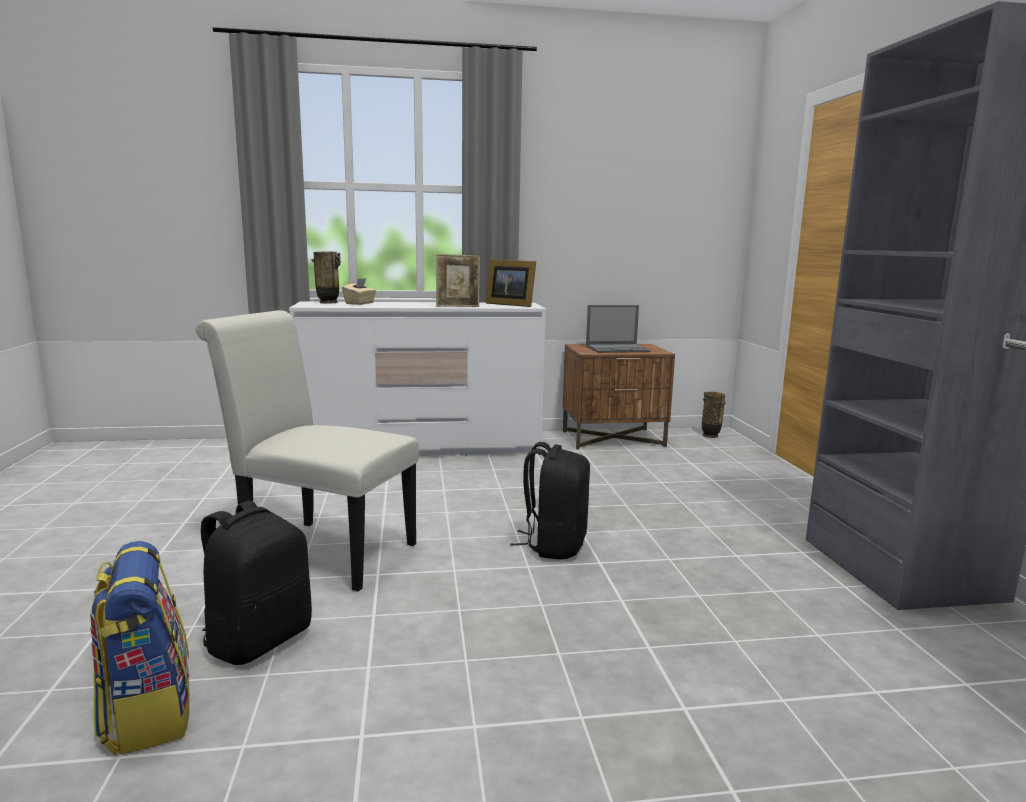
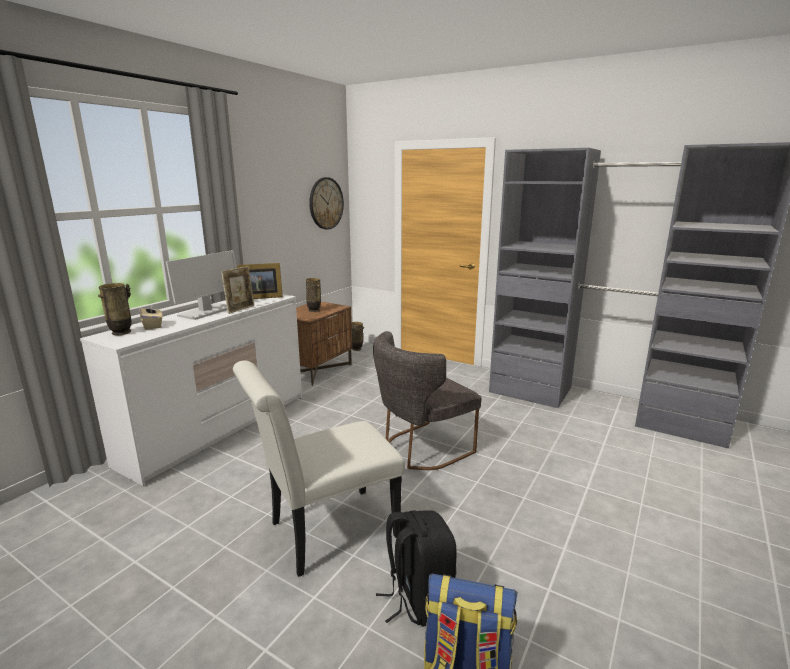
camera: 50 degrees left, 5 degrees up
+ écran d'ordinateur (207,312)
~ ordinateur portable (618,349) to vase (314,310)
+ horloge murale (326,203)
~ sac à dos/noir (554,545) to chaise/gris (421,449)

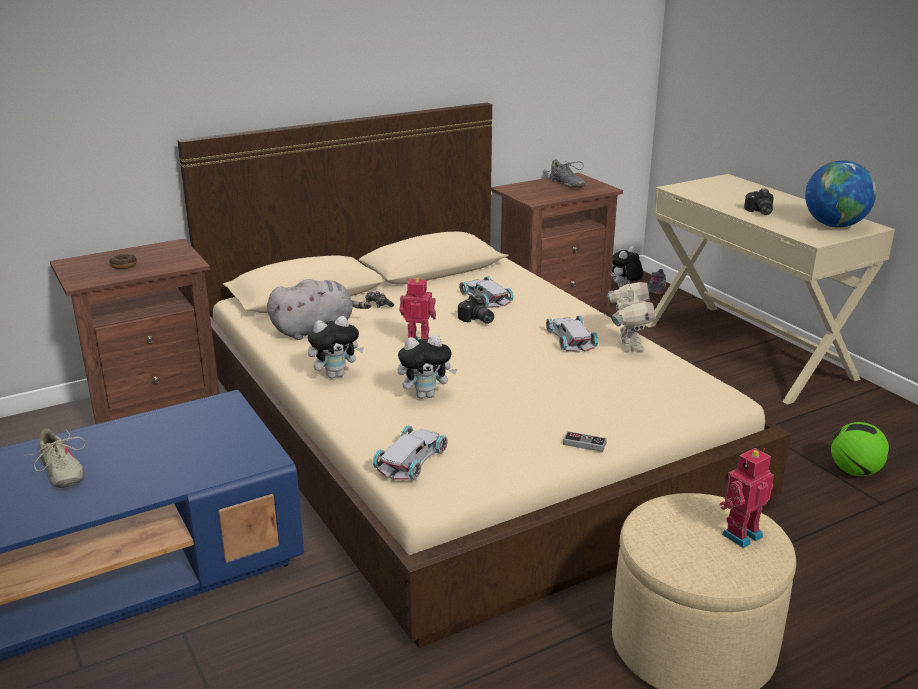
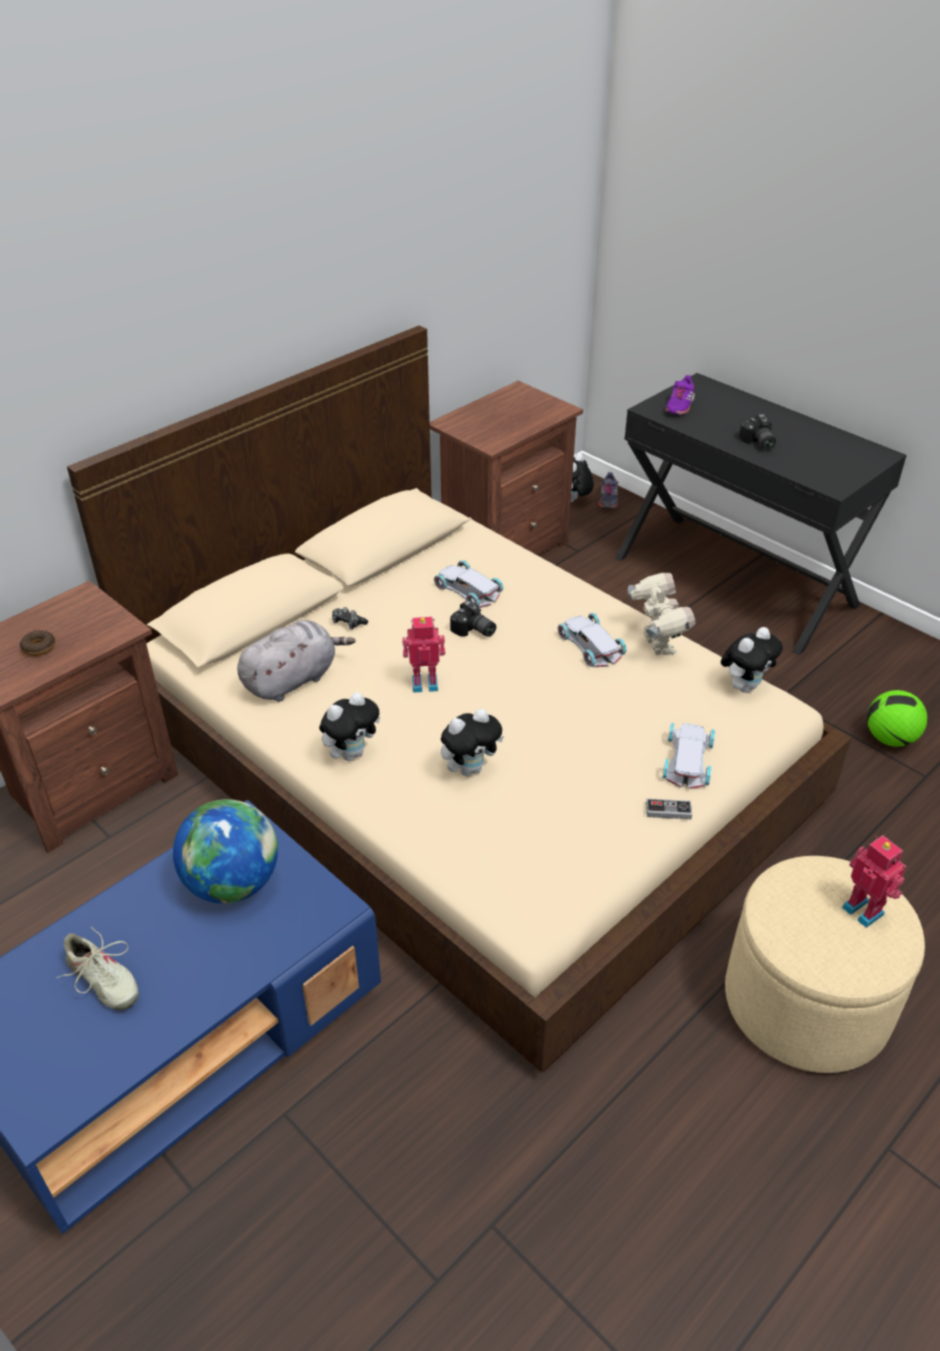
camera: 15 degrees left, 15 degrees up
~ globe (834,225) to (233,883)
~ bureau/beige (748,350) to bureau/noir (735,580)
~ petite voiture/blanc (412,459) to (689,759)
+ chaussure/violet (679,406)
+ peluche (744,686)
~ robot jouet (740,534) = (864,909) 105 degrees clockwise
- chaussure/gris (566,184)

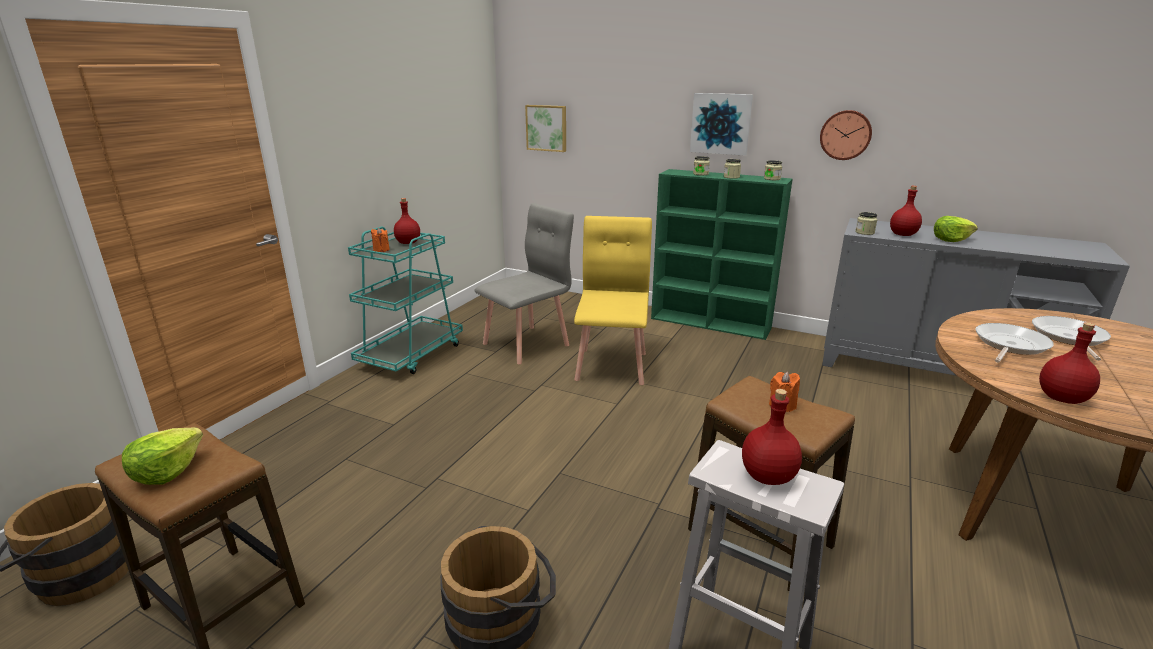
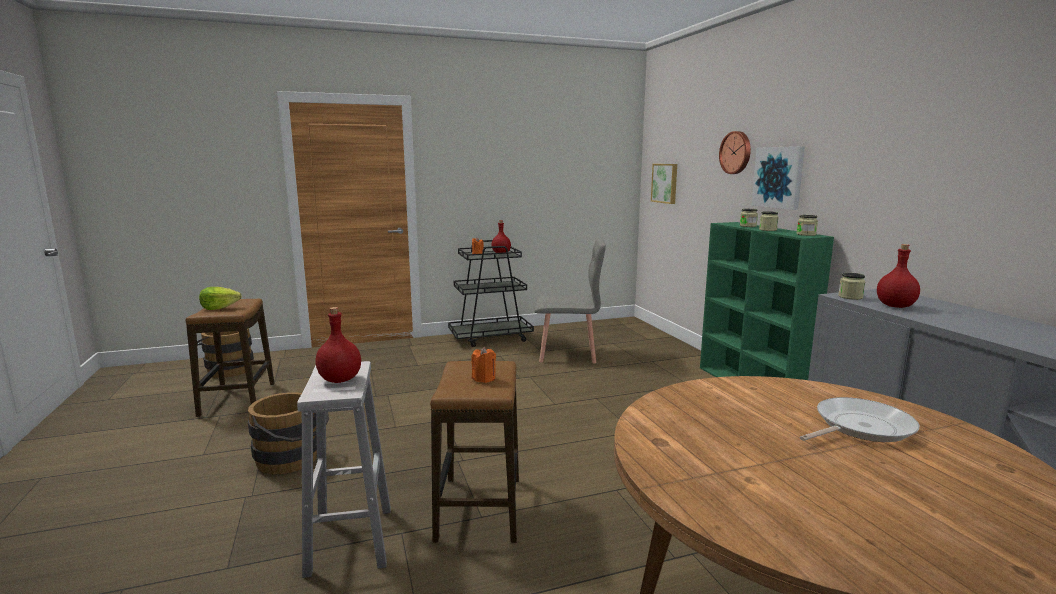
camera: 45 degrees right, 10 degrees down
~ chariot/turquoise (411,354) to chariot/noir (491,338)
~ horloge murale (845,135) to (736,152)
- chaise/jaune (612,366)
- laitue (951,240)
- poêle (1009,345)
- bouteille/rouge (1061,398)

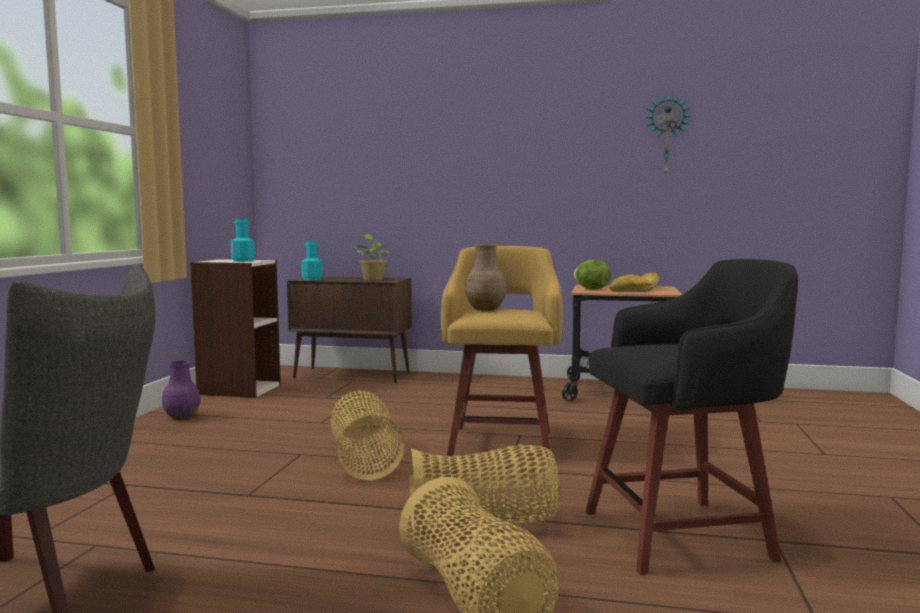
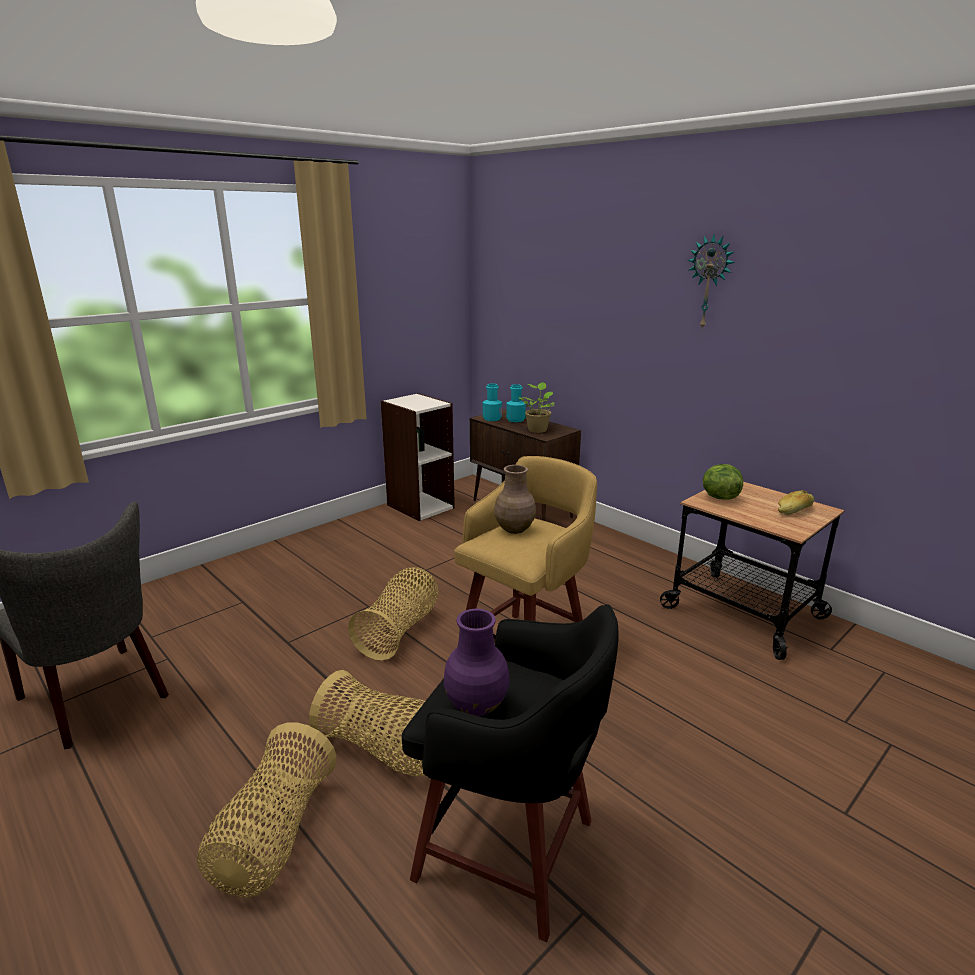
camera: 35 degrees right, 15 degrees up
~ vase/violet (181,417) to (476,704)
~ bouteille/turquoise (243,261) to (515,420)
~ horloge murale (667,135) to (710,282)
- pain (631,291)

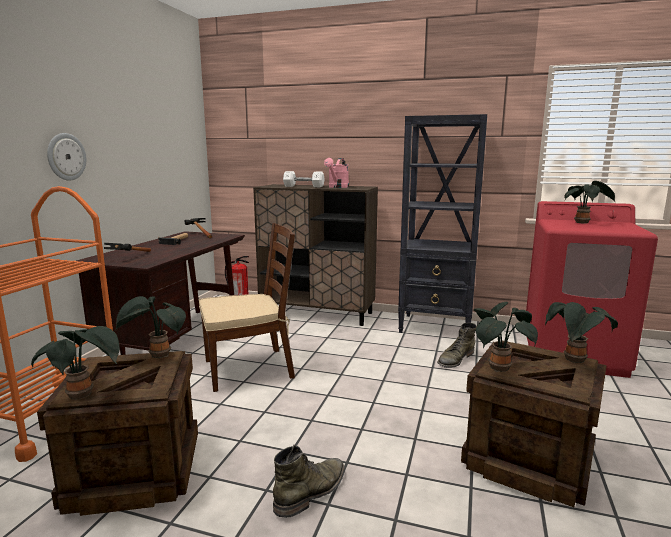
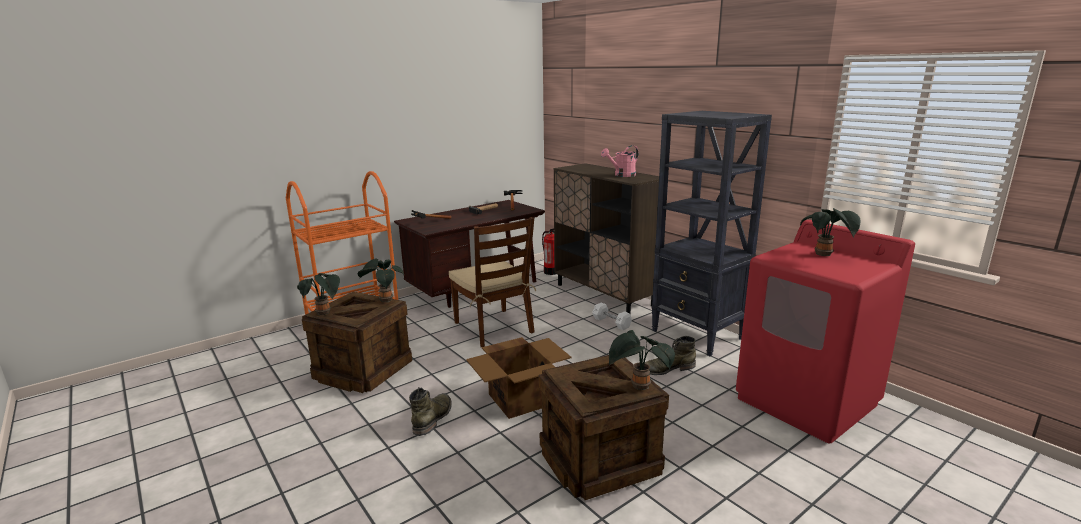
camera: 35 degrees right, 5 degrees up
~ botte/vert (311,491) = (433,418) 60 degrees counterclockwise
~ chaise/marron (249,368) = (494,328) 45 degrees clockwise
+ carton (521,399)
~ haltère/blanc (303,186) to (611,323)
- horloge murale (66,157)
- plante en pot (497,367)

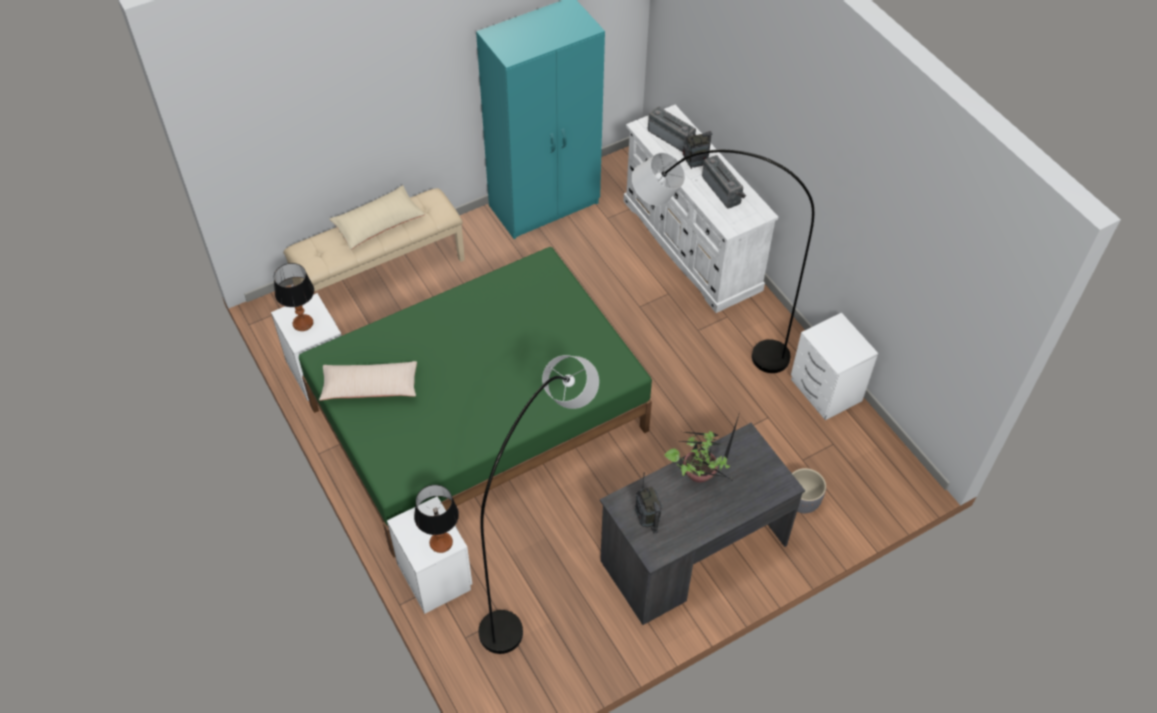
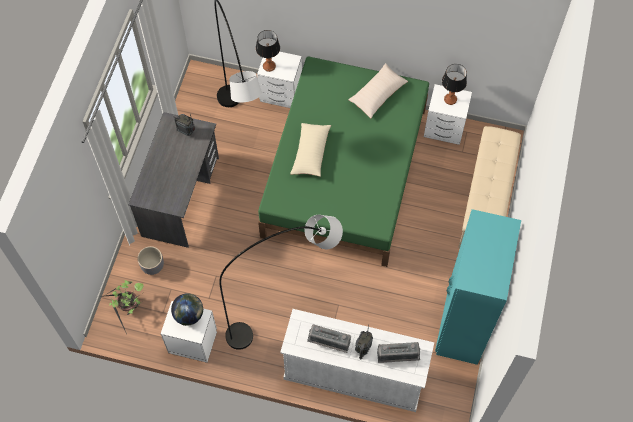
camera: 135 degrees right, 10 degrees up
~ plante en pot (700,472) to (128,306)
+ globe (189,315)
~ coussin/beige (378,224) to (310,153)

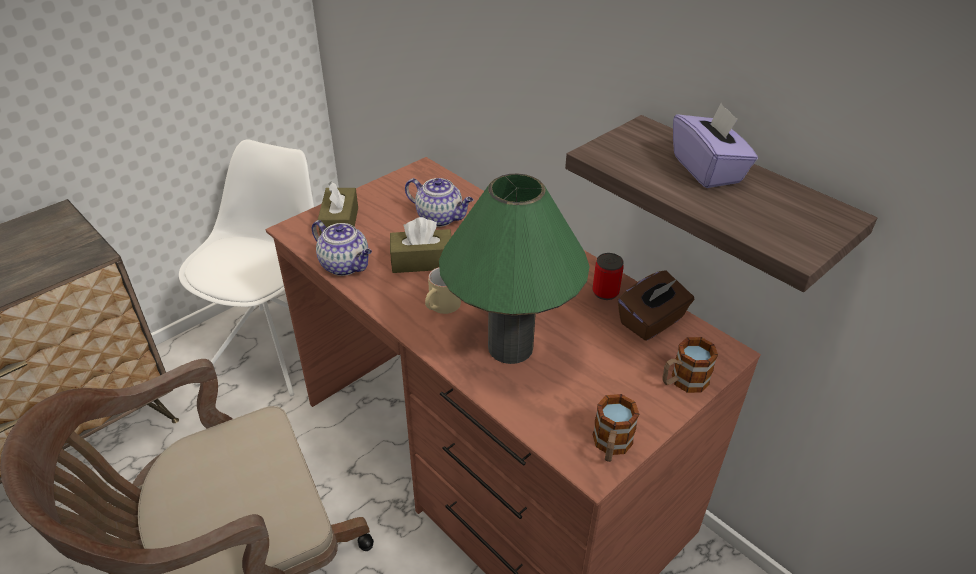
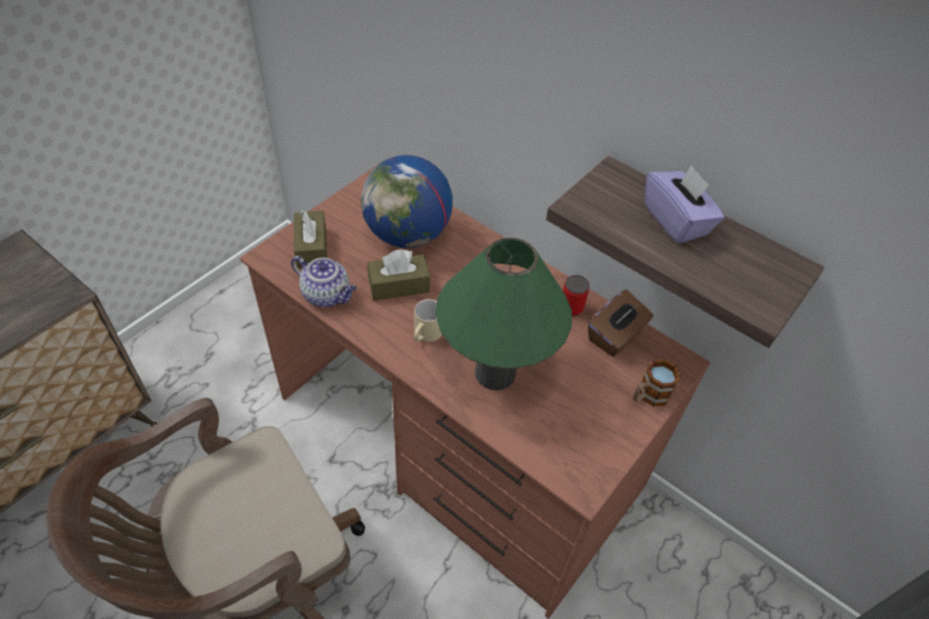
camera: 10 degrees left, 10 degrees up
~ théière (440,218) to globe (407,235)
- chaise/blanc (277,348)
- mug (611,446)

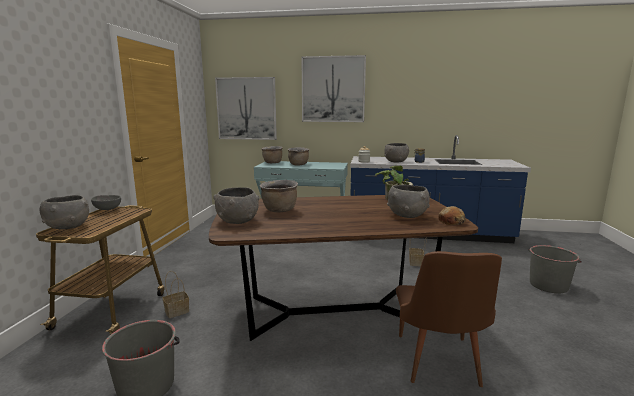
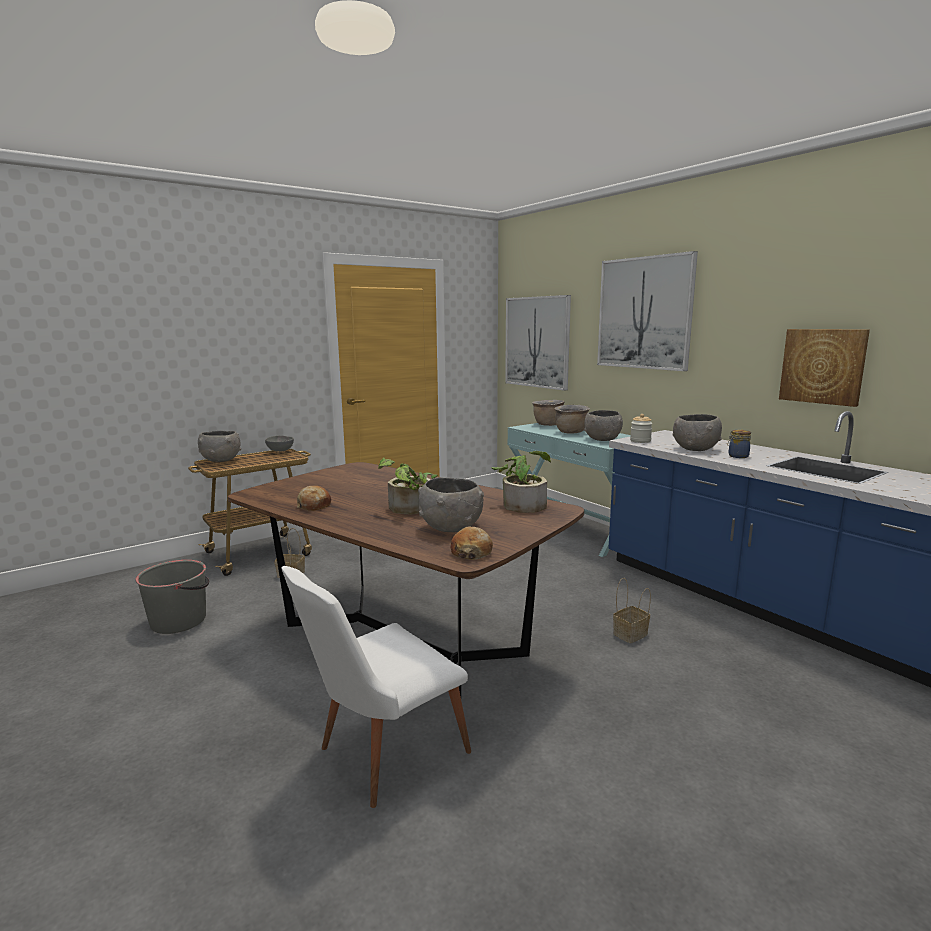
camera: 45 degrees right, 0 degrees up
~ chaise/marron (438,365) to chaise/blanc (380,754)
+ pain (314,505)
+ plante en pot (409,509)
~ bol/gris (237,221) to (602,439)
+ tableau (823,366)
- marmite/marron (279,210)
- seau/gris (548,285)

